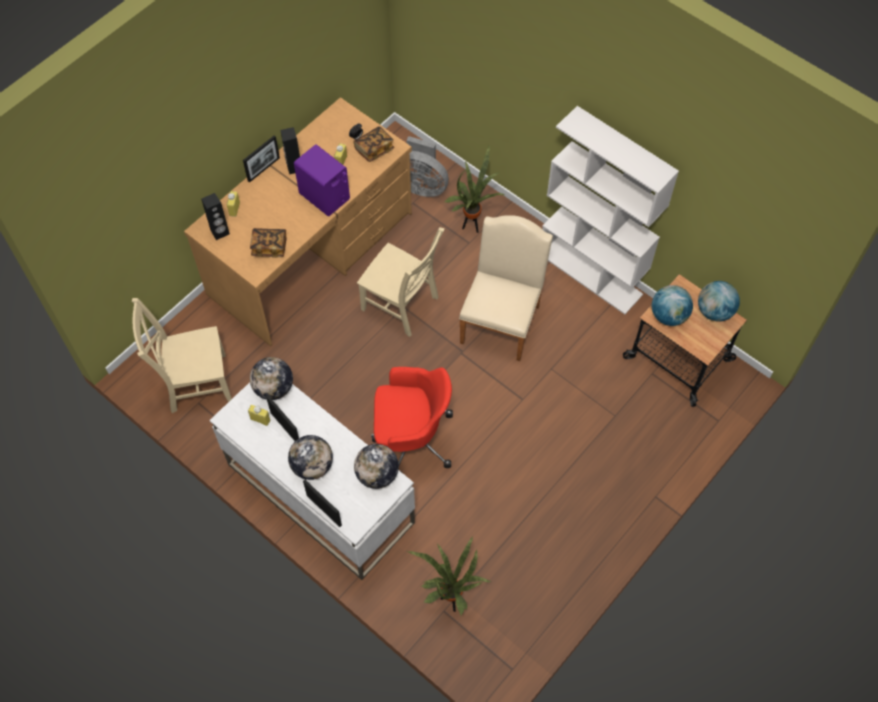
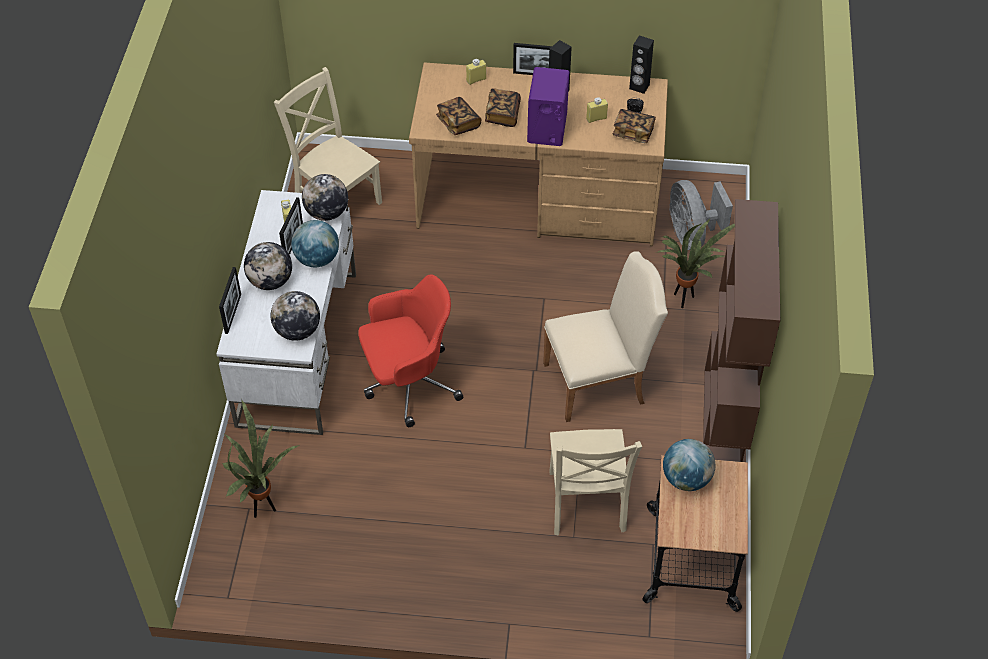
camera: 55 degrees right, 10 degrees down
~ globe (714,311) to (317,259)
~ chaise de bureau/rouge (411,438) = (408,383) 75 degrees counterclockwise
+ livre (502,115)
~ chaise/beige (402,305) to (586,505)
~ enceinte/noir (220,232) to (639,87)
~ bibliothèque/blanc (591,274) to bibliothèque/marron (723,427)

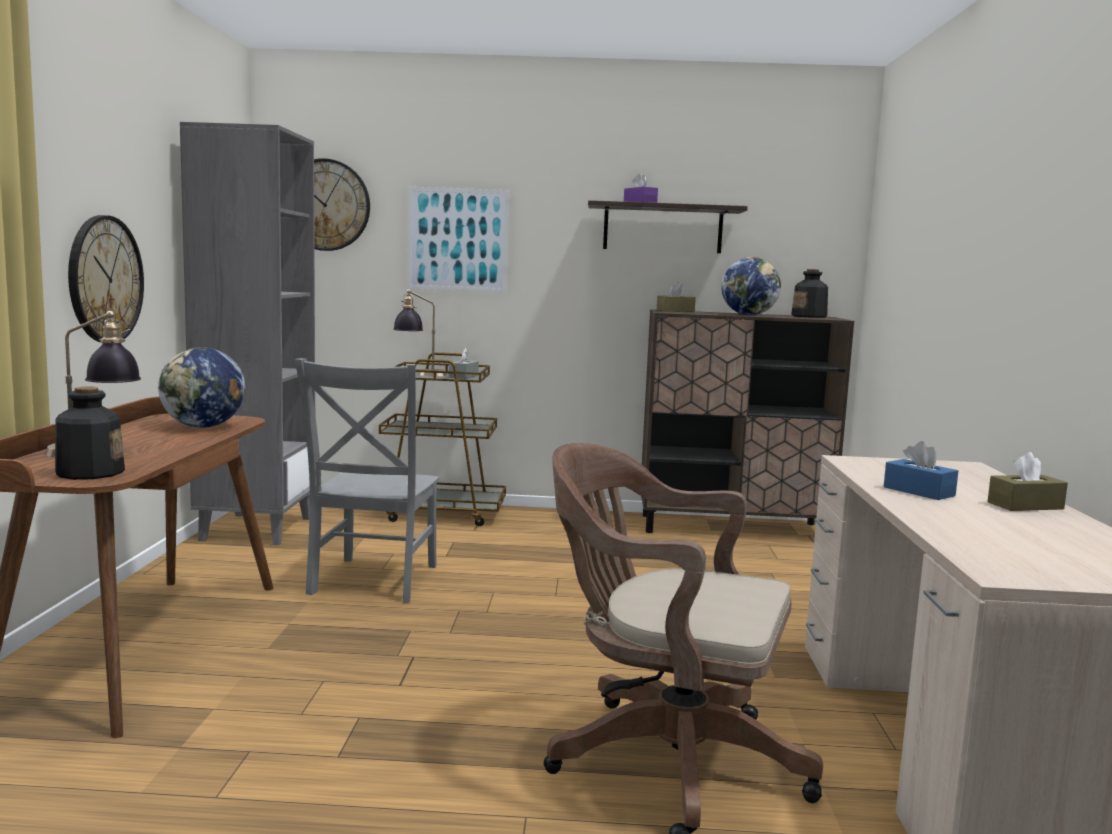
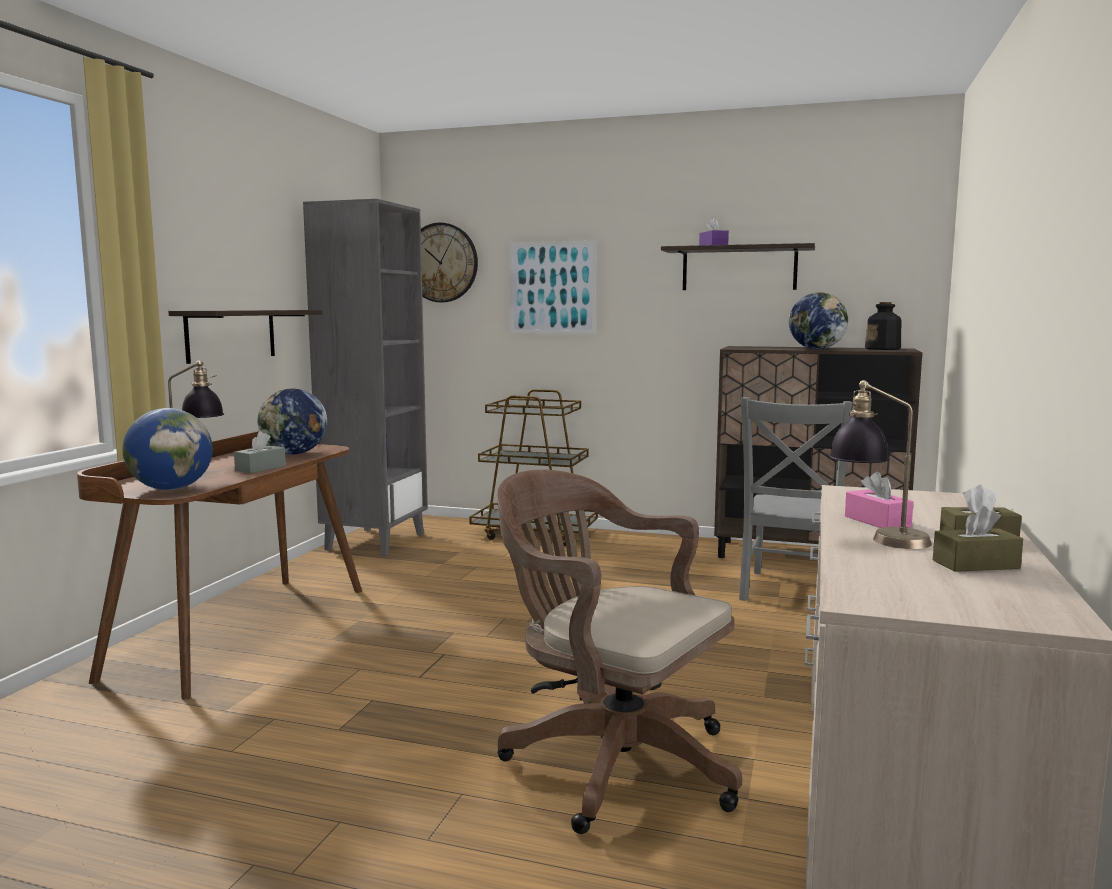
camera: 15 degrees right, 0 degrees up
~ bouteille (89,473) to globe (171,489)
~ horloge murale (105,279) to étagère (231,334)
~ boîte à mouchoirs/gris (463,376) to (260,468)
~ chaise/gris (372,581) to (790,592)
~ lampe de table (420,374) to (877,541)
~ boîte à mouchoirs/bleu (918,491) to boîte à mouchoirs/rose (877,521)
~ boîte à mouchoirs/marron (675,311) to (975,564)

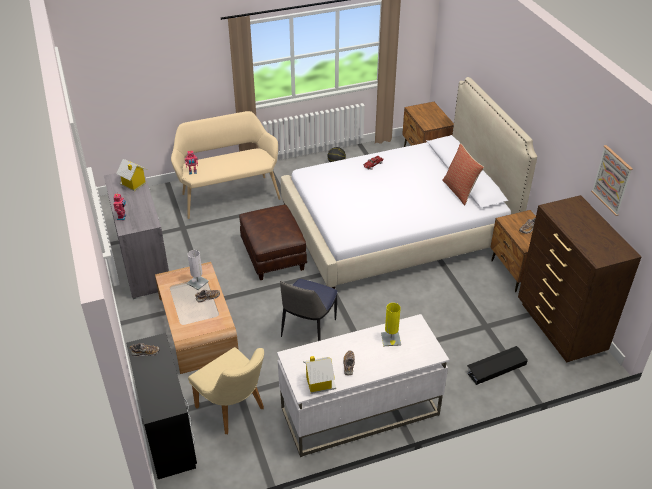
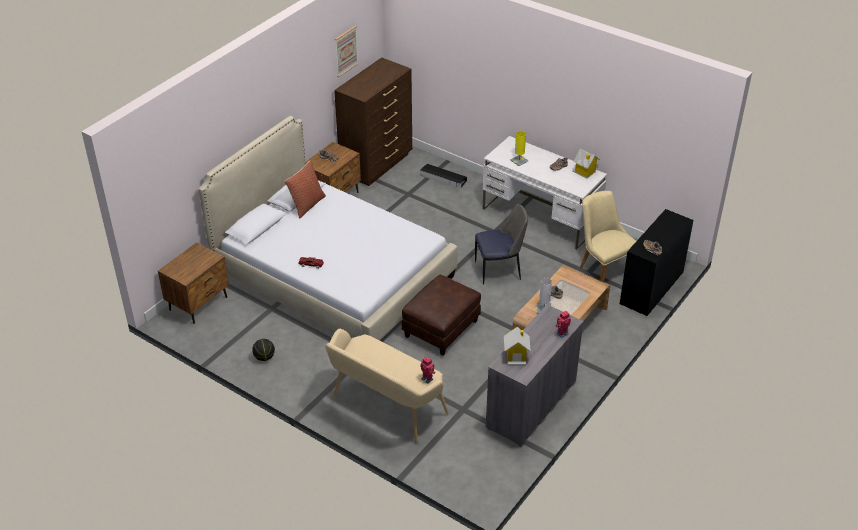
camera: 125 degrees left, 0 degrees up
~ chaise/beige (234,410) = (602,268) 45 degrees counterclockwise

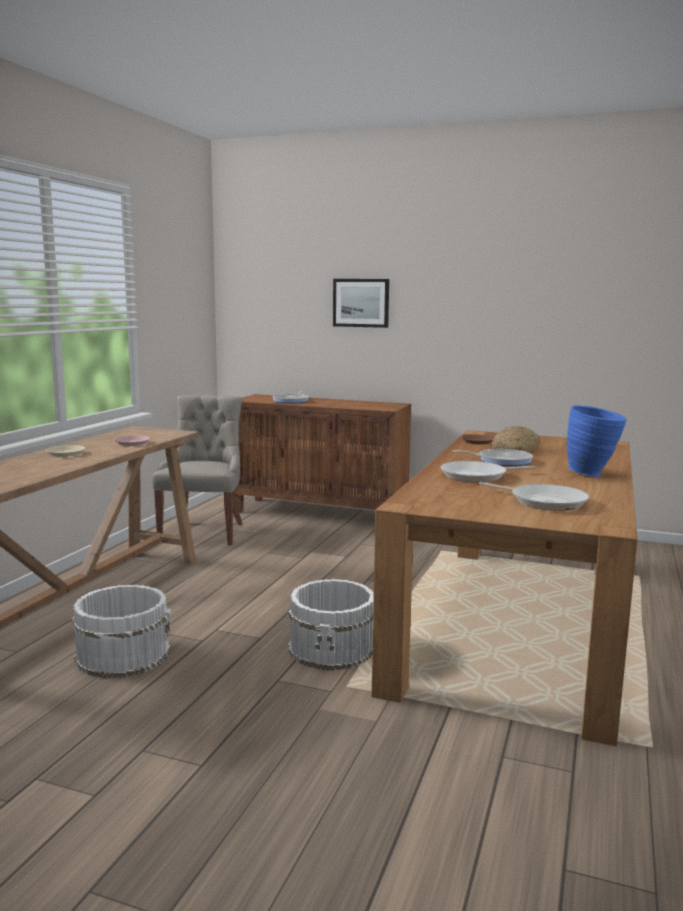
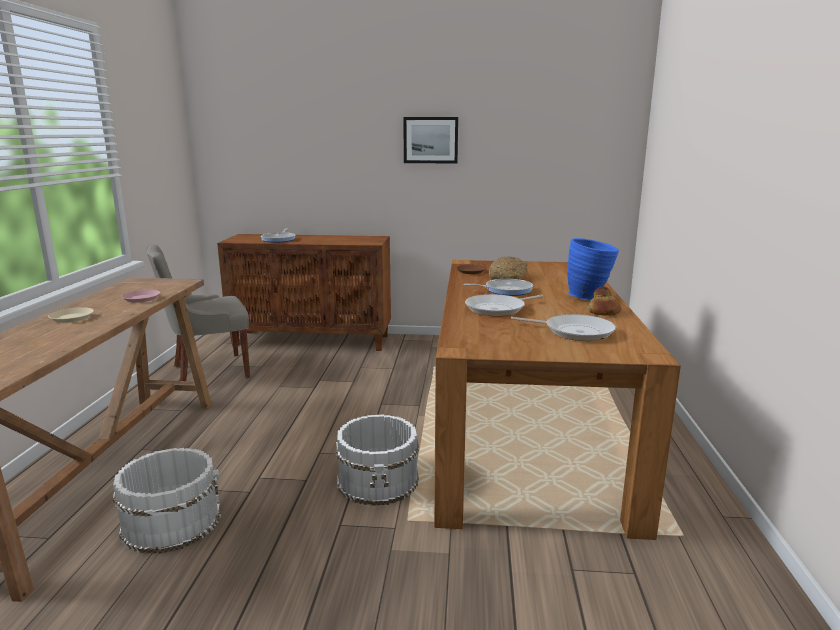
camera: 15 degrees left, 5 degrees up
~ chaise/gris (204,532) = (208,371) 105 degrees counterclockwise
~ tableau (361,303) to (430,140)
+ pain (604,312)

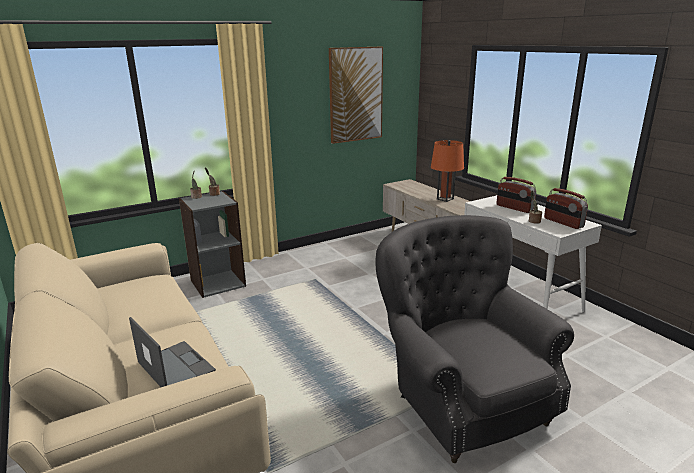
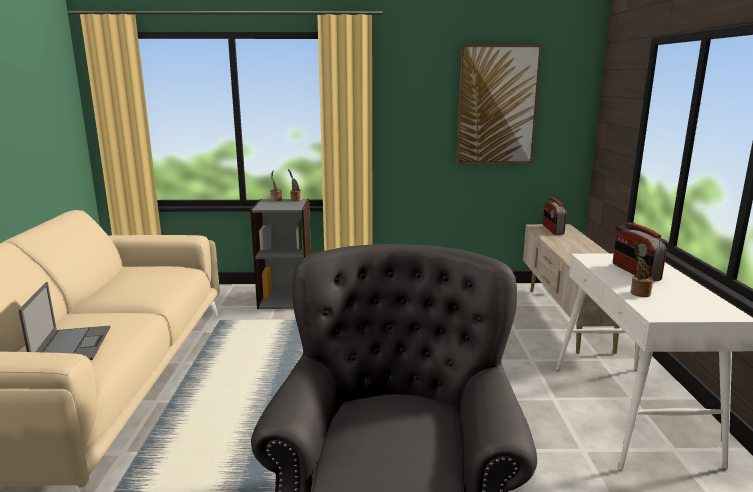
camera: 30 degrees right, 5 degrees down
~ radio (563,223) to (552,230)
- lampe de table/orange (445,199)

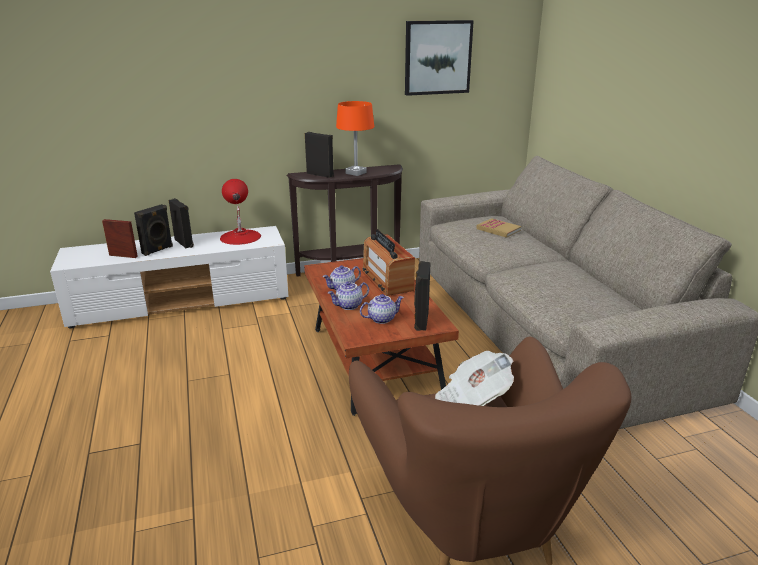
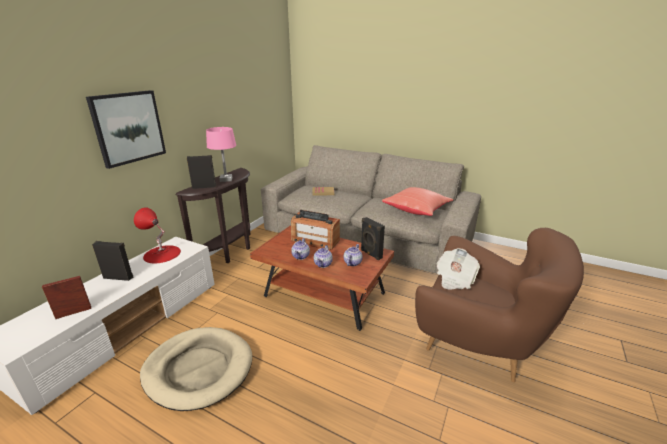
camera: 45 degrees left, 0 degrees up
~ tableau (437,57) to (128,127)
+ panier pour chien/beige (199,369)
~ lampe de table/orange (355,173) to lampe de table/rose (226,179)
+ coussin/rouge (417,210)
- enceinte/noir (158,250)

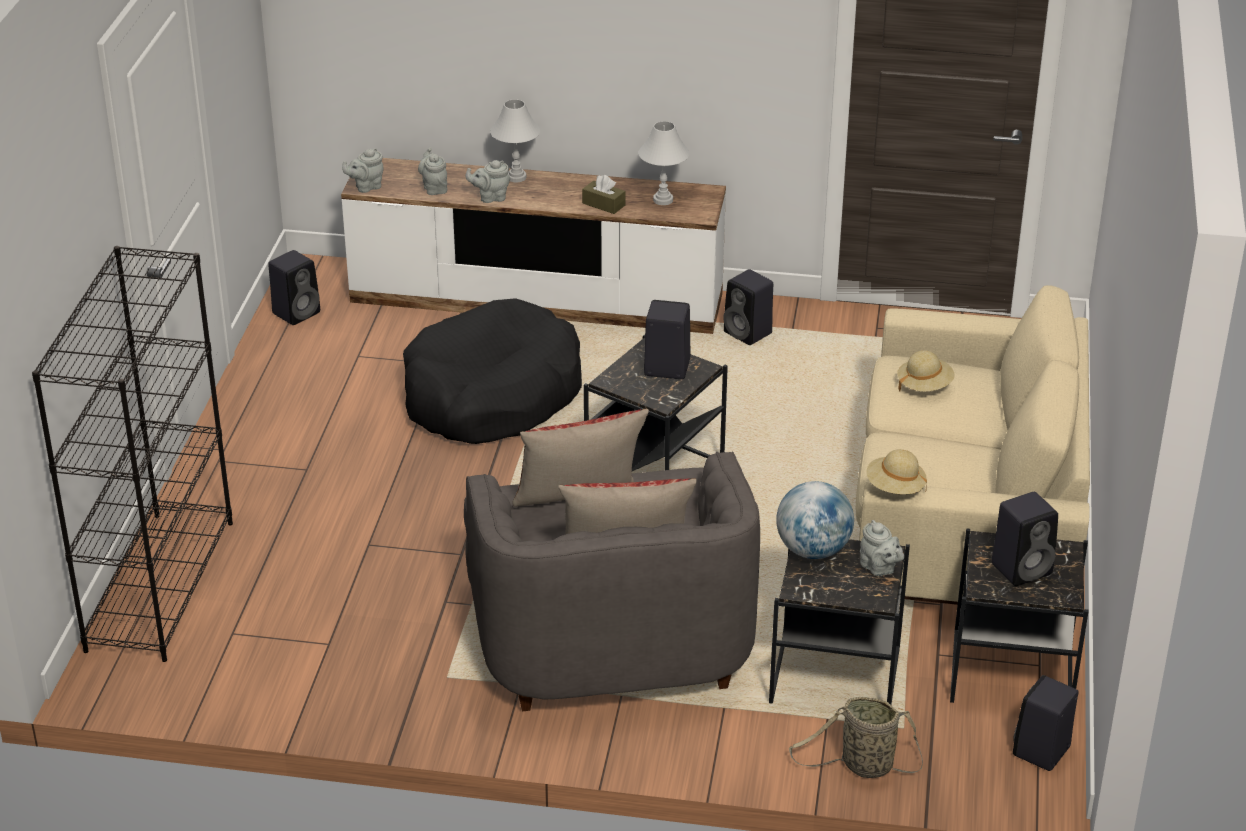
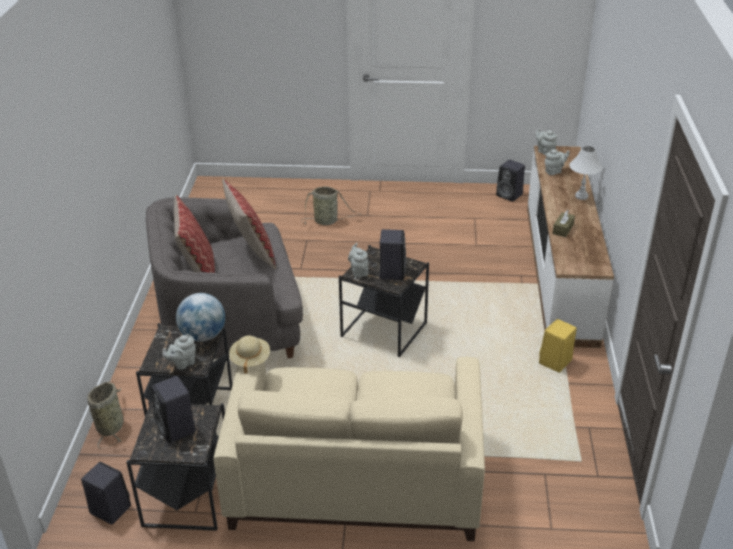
camera: 85 degrees right, 0 degrees up
+ panier (327,221)
~ théière/gris (490,197) to (359,271)
~ enceinte/noir (749,333) to enceinte/jaune (555,362)
- bibliothèque/noir (160,584)
- panier pour chien/noir (491,395)
- lampe de table/blanc (662,200)
- chapeau/beige (924,386)

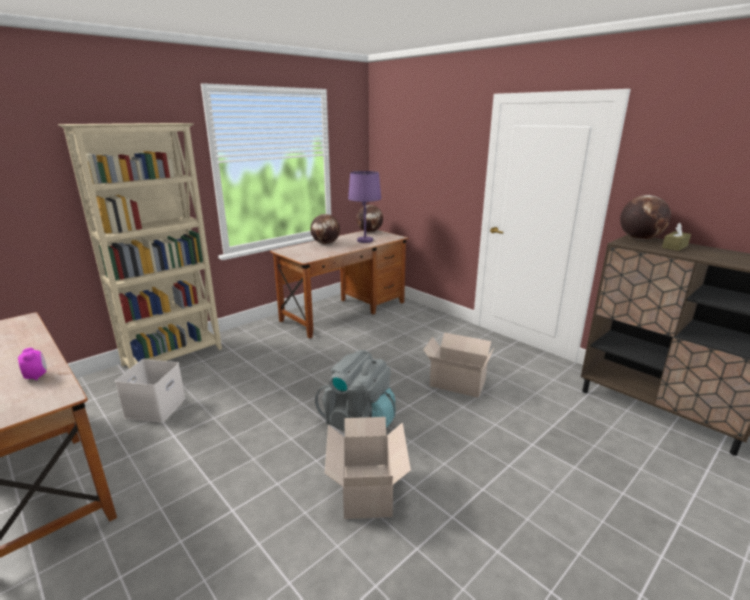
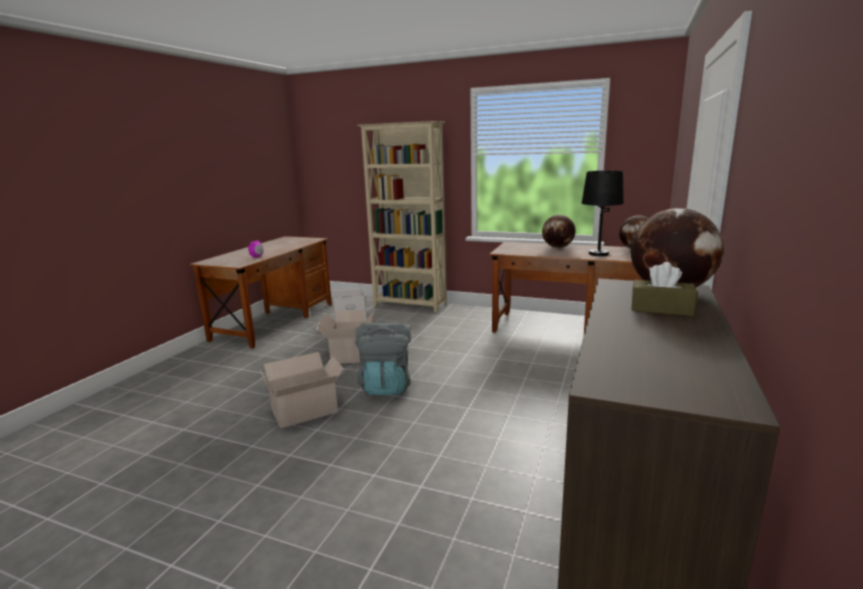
camera: 65 degrees right, 5 degrees down
~ carton (456,382) to (349,353)
~ lampe de table/violet (365,240) to lampe de table/noir (598,254)

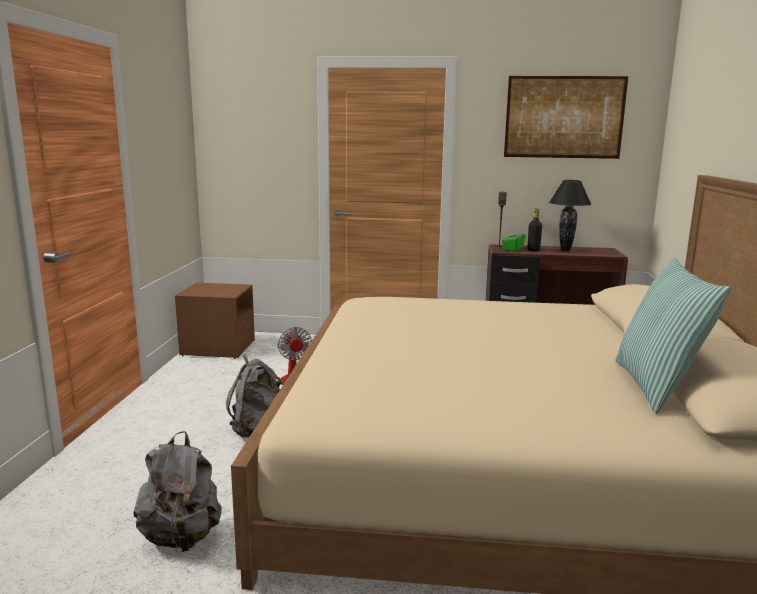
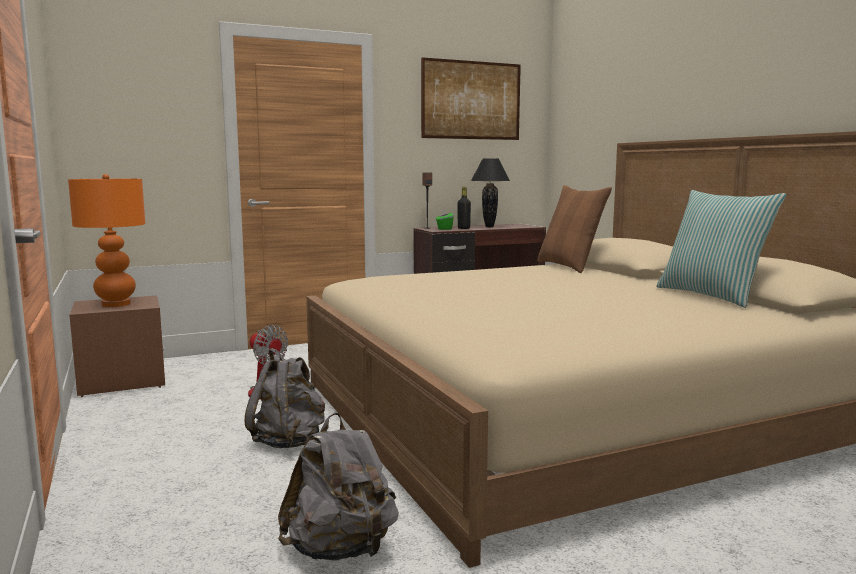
camera: 30 degrees left, 5 degrees down
+ lampe de table/orange (116,304)
+ coussin/marron (569,266)

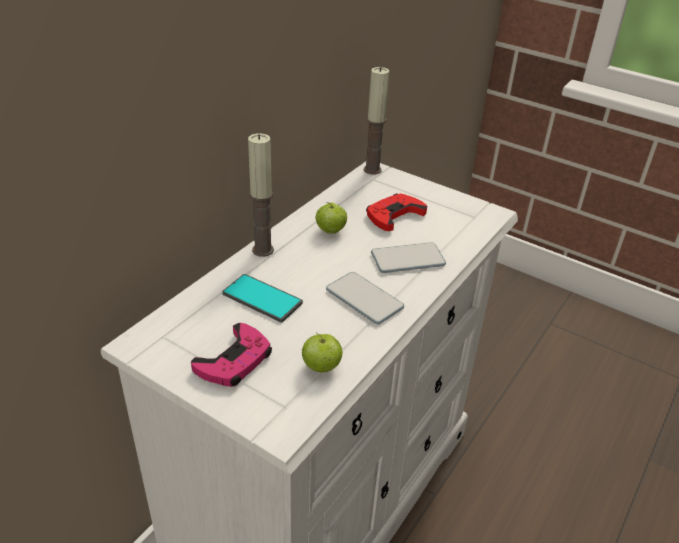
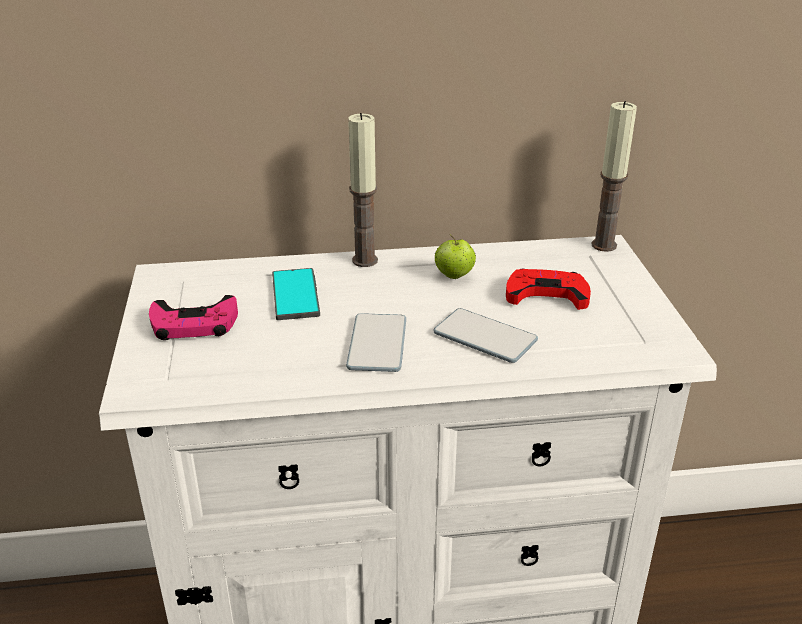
camera: 50 degrees right, 5 degrees down
- pomme (321,367)

